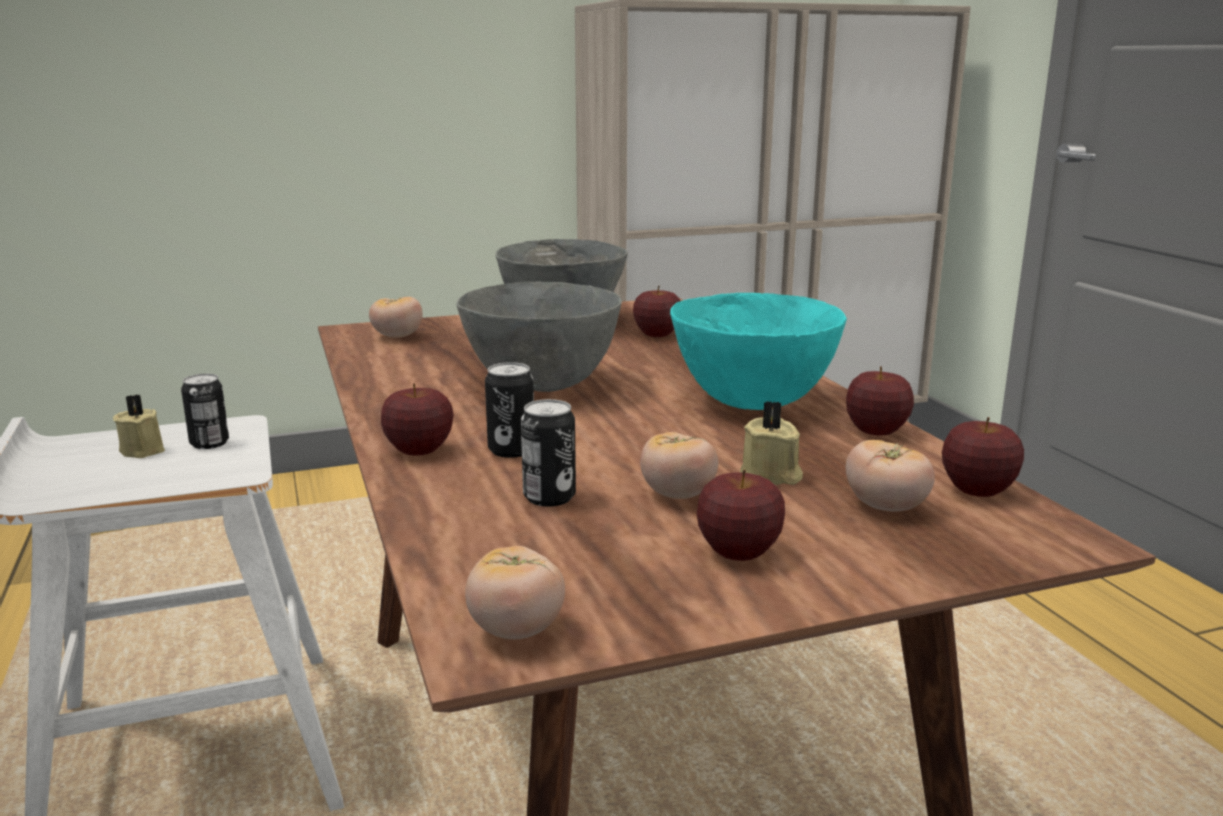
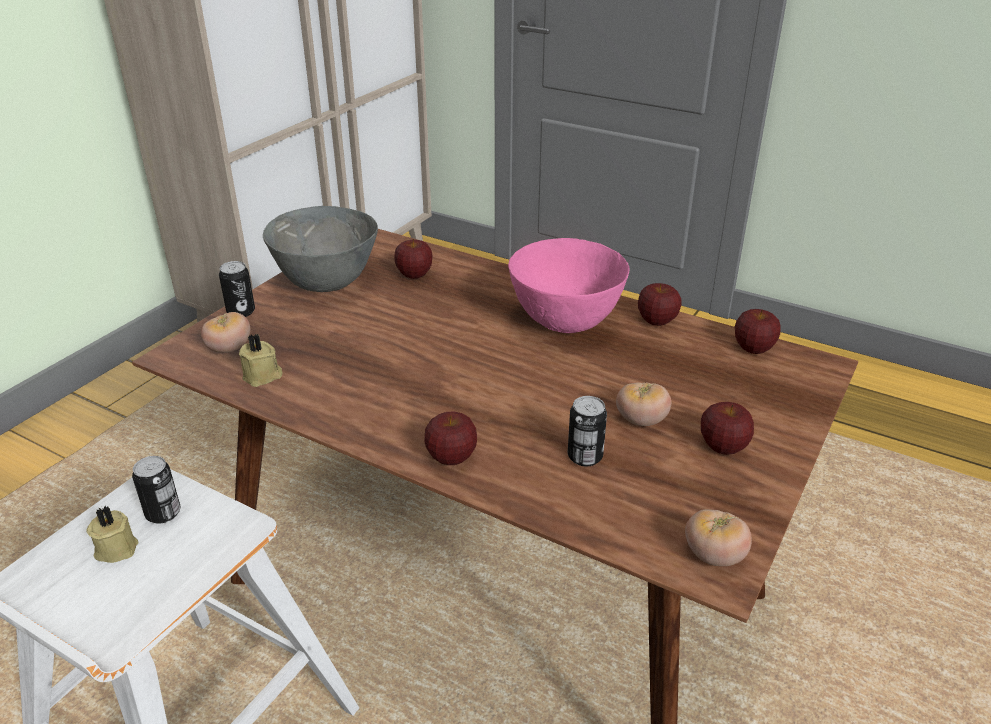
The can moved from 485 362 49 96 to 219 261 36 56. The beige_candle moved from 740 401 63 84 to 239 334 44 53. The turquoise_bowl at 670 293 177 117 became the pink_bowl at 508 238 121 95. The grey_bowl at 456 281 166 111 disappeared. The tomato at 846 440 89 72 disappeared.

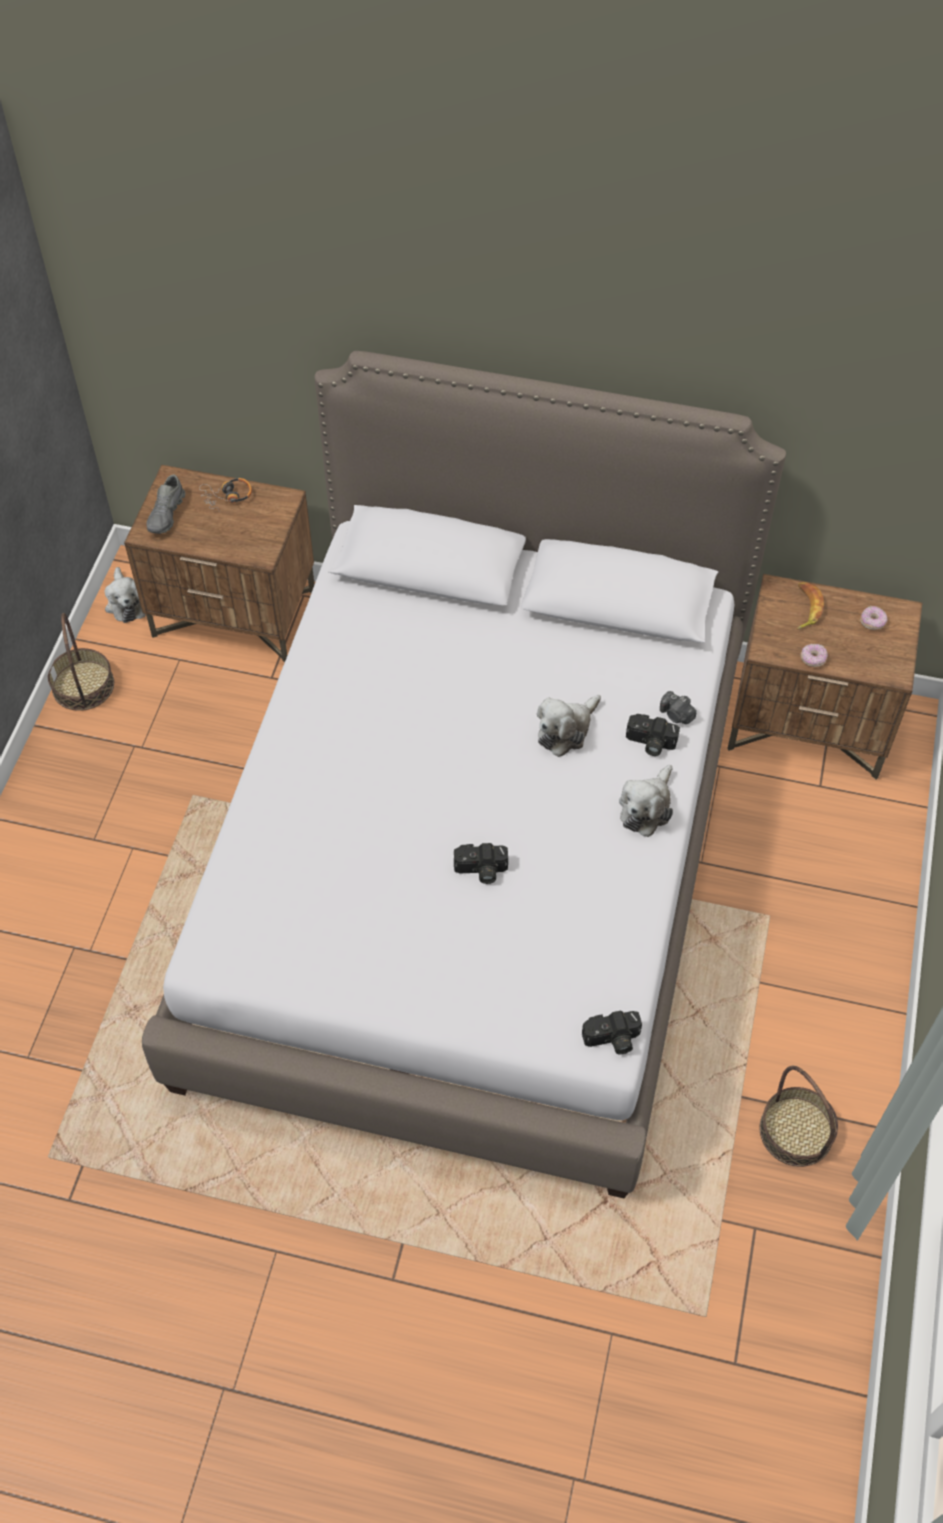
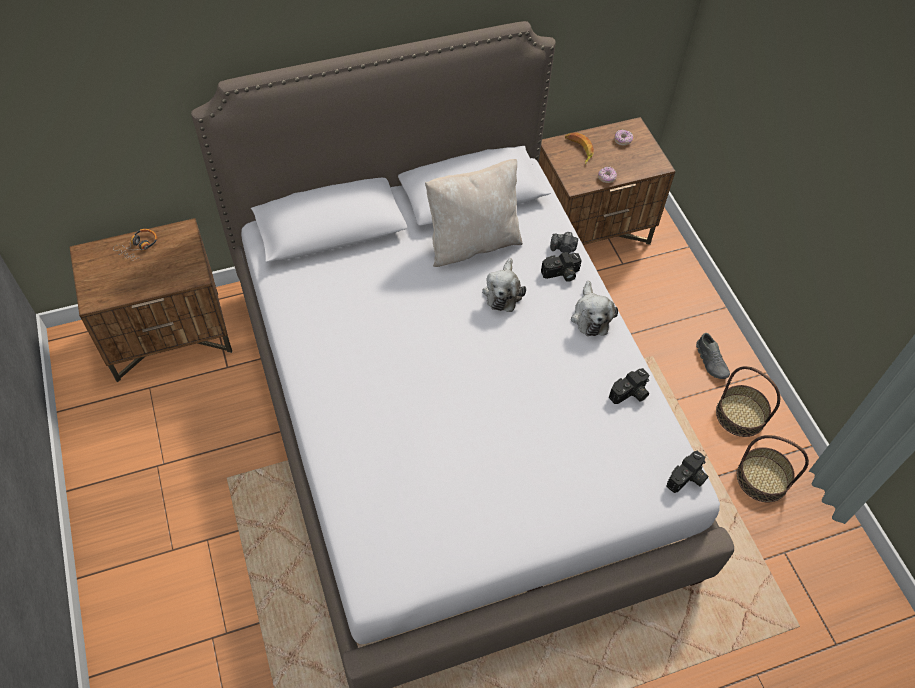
The beige_pillow at 425 159 98 108 appeared. The photo_camera moved from 454 843 54 41 to 609 368 40 36. The grey_shoe moved from 146 474 39 60 to 696 333 34 46. The basket moved from 48 613 66 98 to 716 366 64 71. The plush_toy at 104 567 42 56 disappeared.

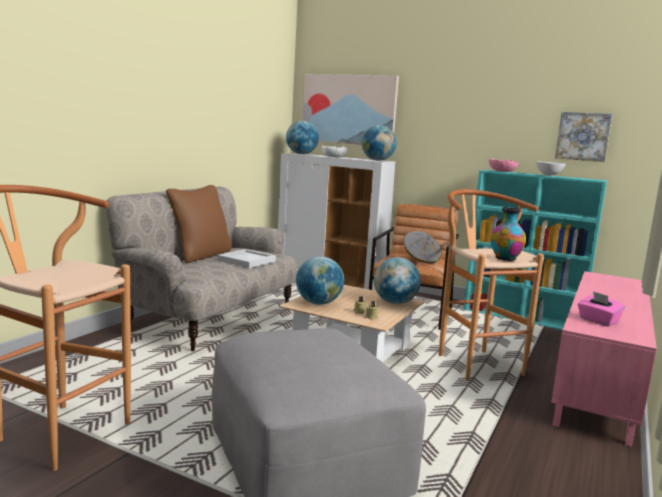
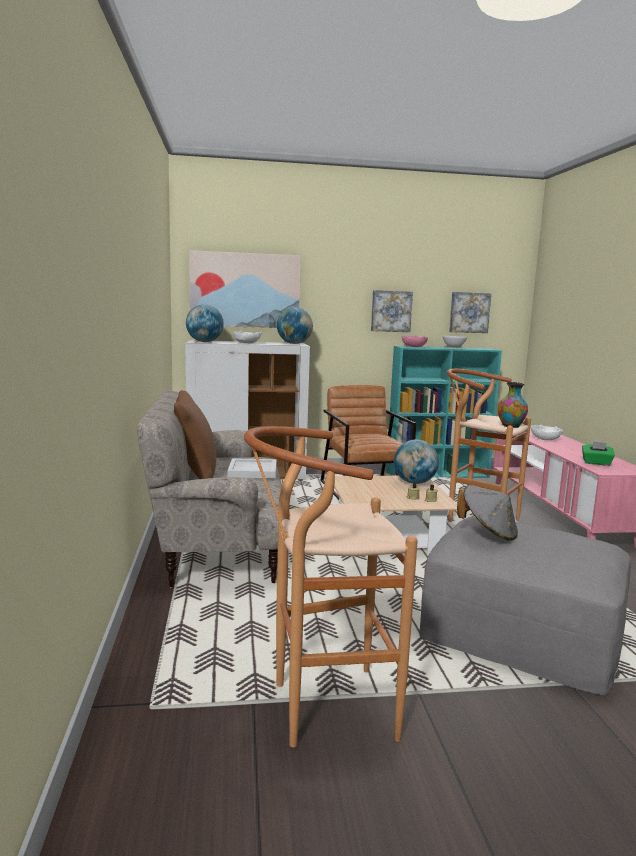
The picture at 371 290 42 42 appeared. The grey_hat moved from 404 231 38 32 to 457 485 61 55. The white_bowl at 531 425 32 15 appeared. The pink_tissue_box at 578 291 47 35 became the green_tissue_box at 582 441 33 25. The globe at 296 256 48 49 disappeared.

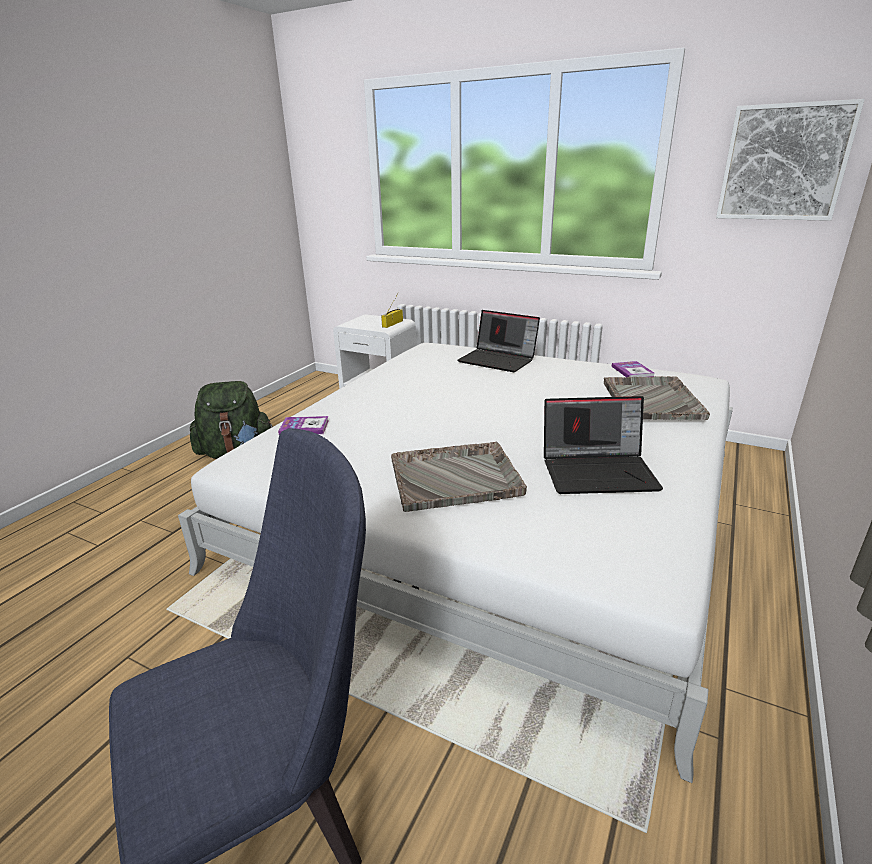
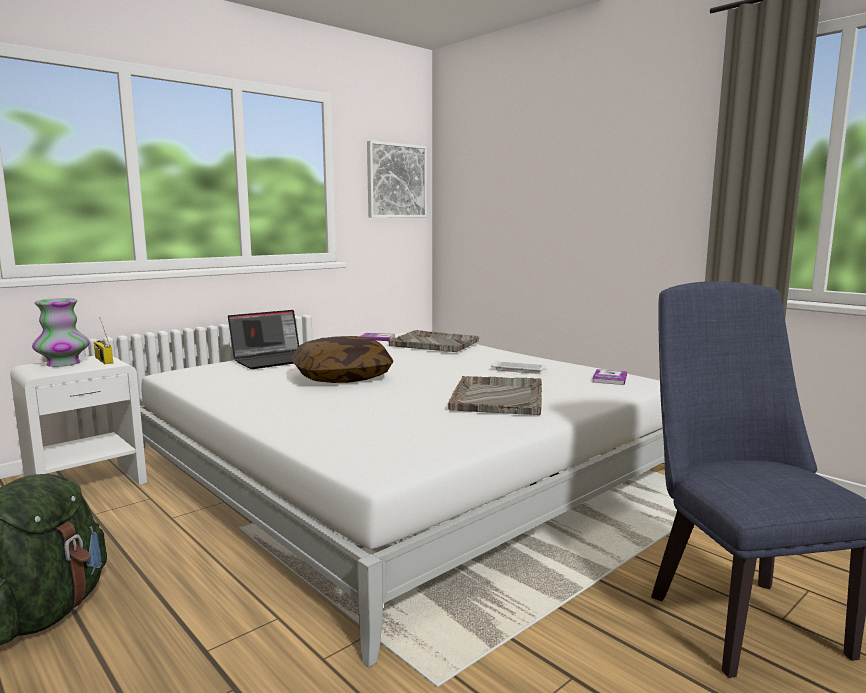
The vase at 32 298 57 69 appeared. The pillow at 292 336 101 47 appeared. The laptop at 544 396 119 98 was replaced by the white_tray at 491 361 56 13. The book moved from 278 416 51 19 to 593 369 34 16.

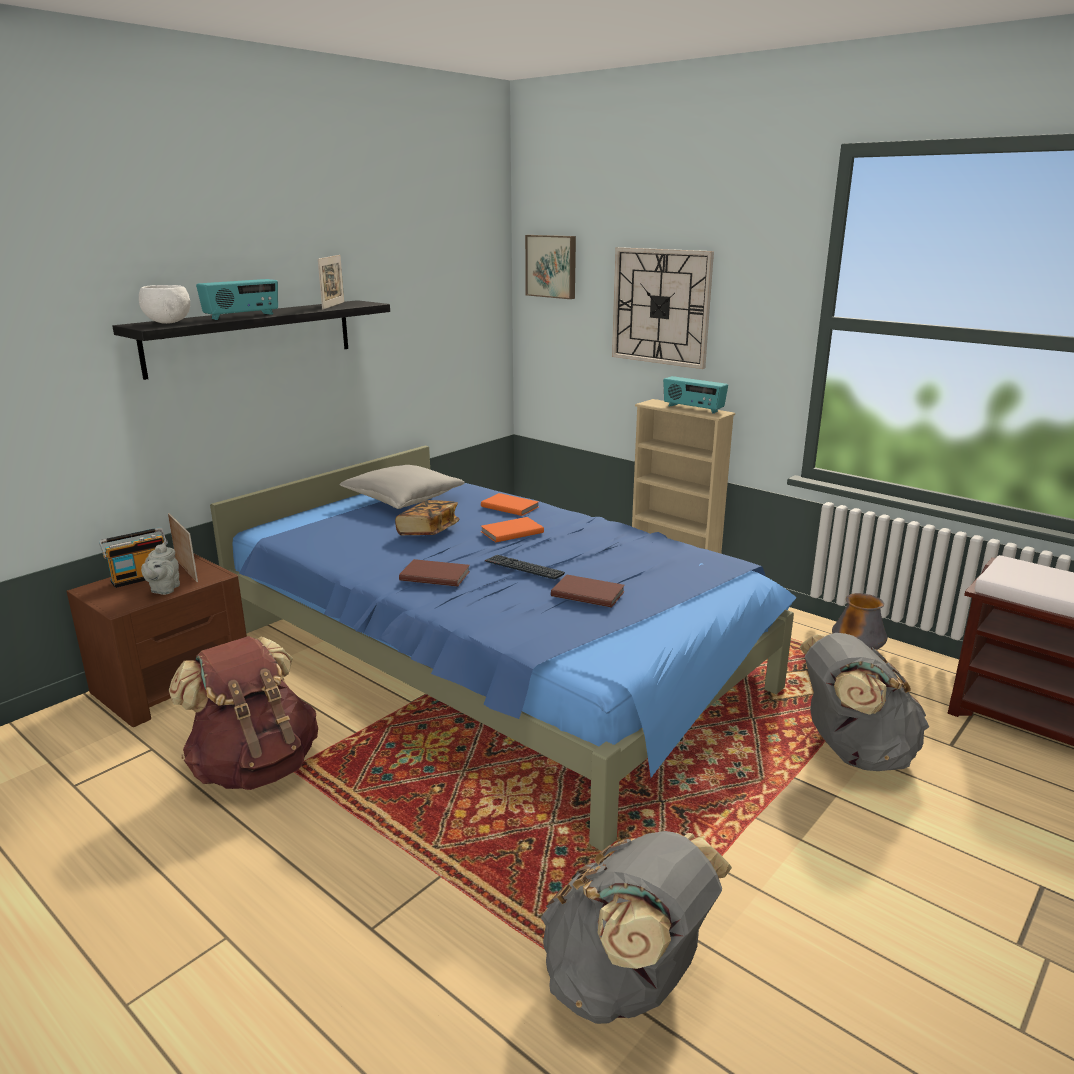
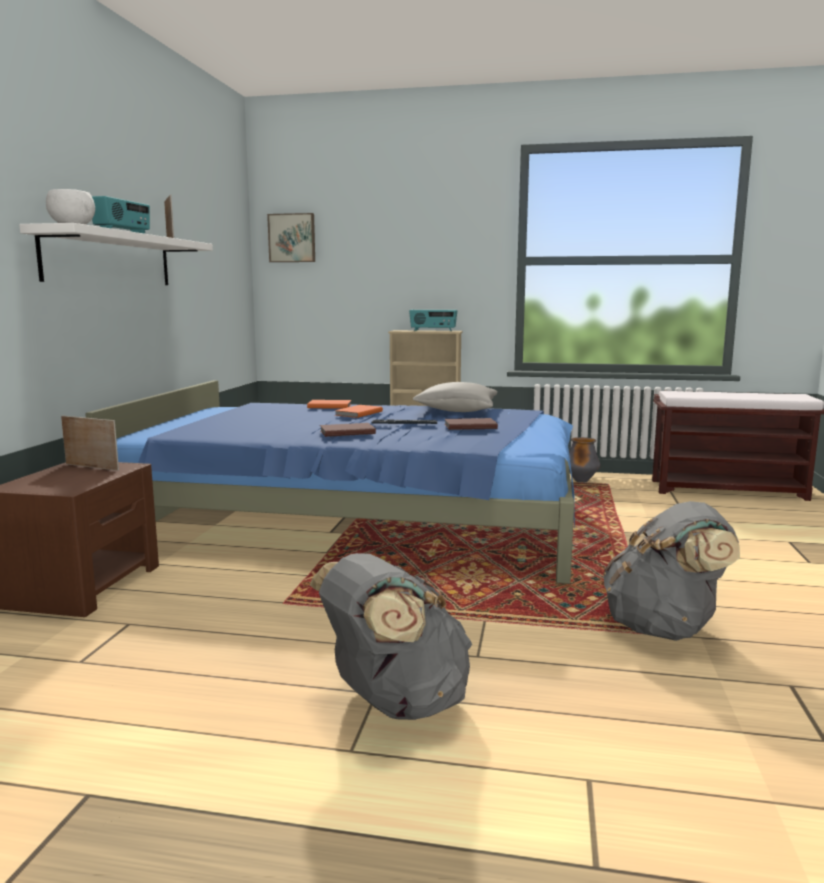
The black_shelf at 113 300 277 80 became the white_shelf at 19 223 194 62. The grey_backpack moved from 800 633 129 138 to 310 553 162 167. The grey_pillow moved from 339 465 126 44 to 413 382 84 30. The radio at 99 527 69 61 disappeared. The grey_teapot at 141 542 39 53 disappeared. The brown_backpack at 169 636 149 154 disappeared. The book at 395 500 65 35 disappeared. The wall_clock at 612 247 102 122 disappeared.

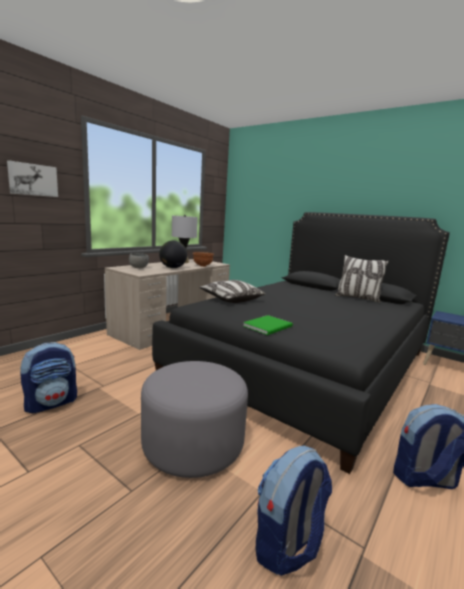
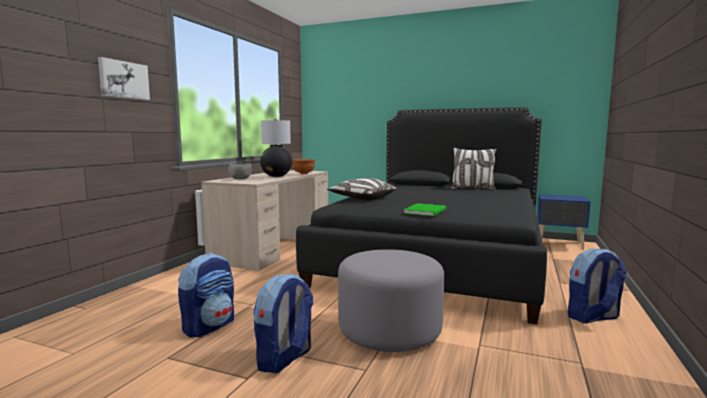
The backpack moved from 256 445 76 131 to 253 273 60 100.

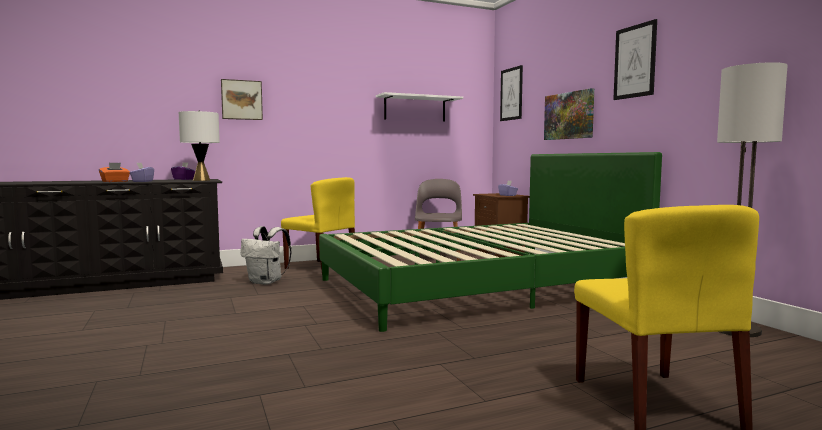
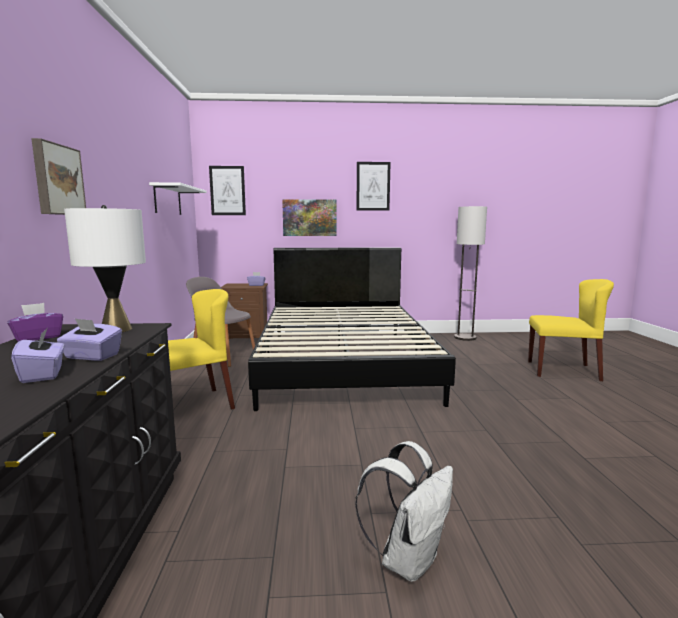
The orange_tissue_box at 99 163 31 19 became the purple_tissue_box at 11 328 53 55. The green_bed at 319 152 343 180 became the black_bed at 248 247 208 164. The white_backpack moved from 241 226 50 59 to 355 441 98 141.

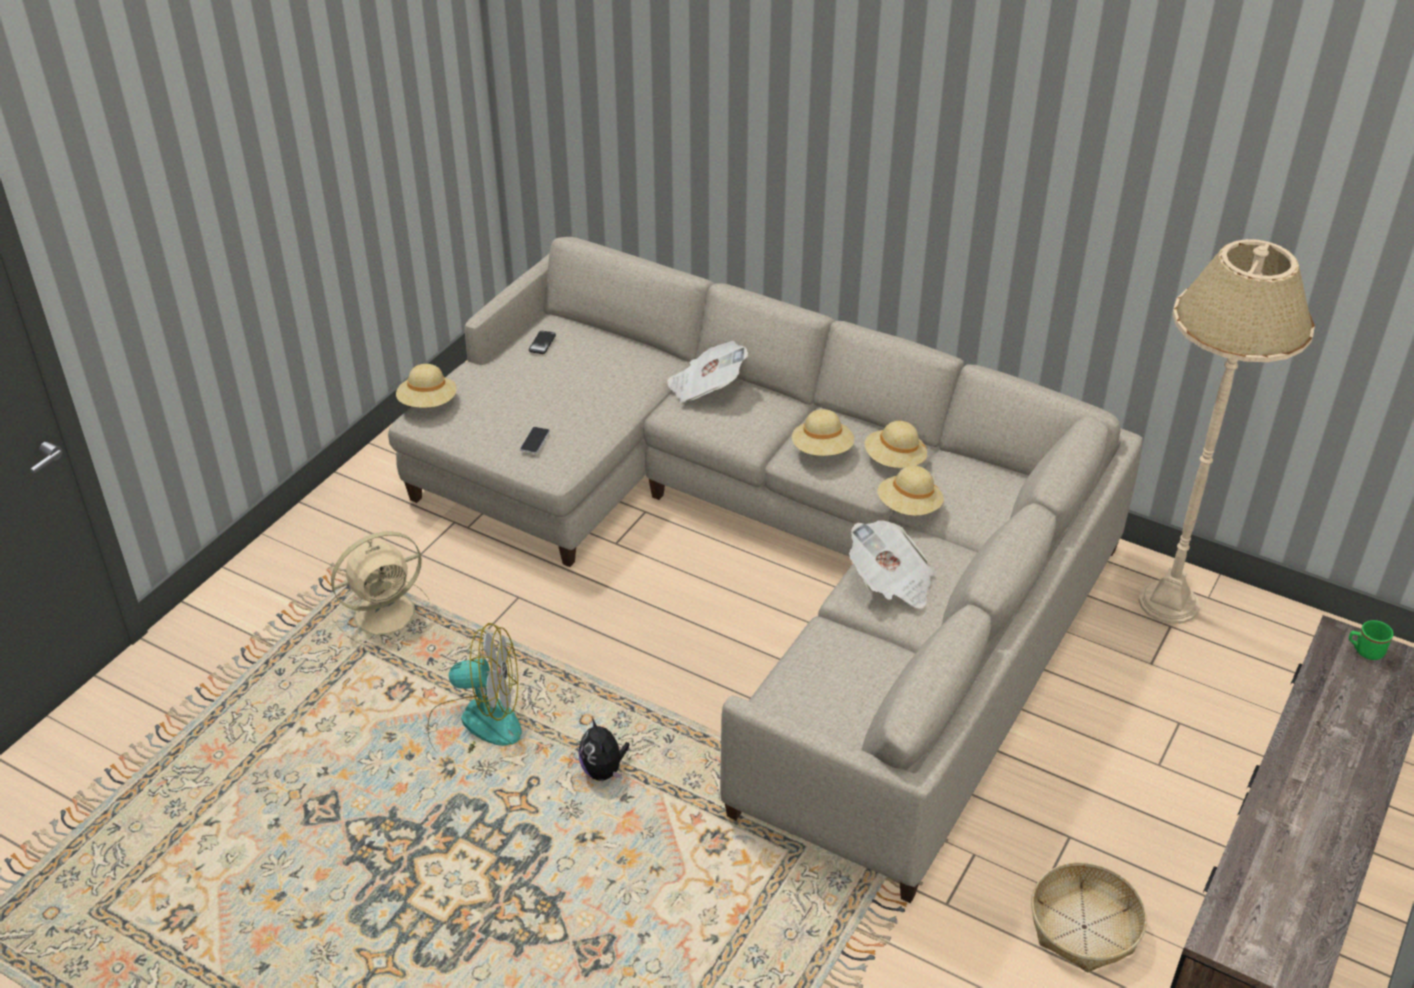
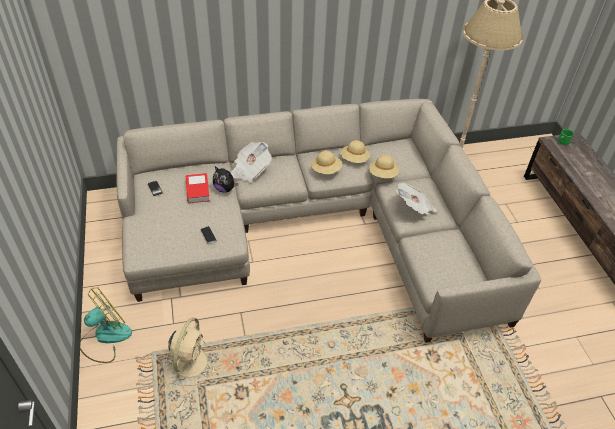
The fan moved from 428 623 94 130 to 80 287 52 76. The book at 186 173 24 30 appeared. The plush_toy moved from 579 717 51 64 to 213 166 25 27. The beige_hat at 396 364 61 44 disappeared. The basket at 1031 862 116 110 disappeared.

